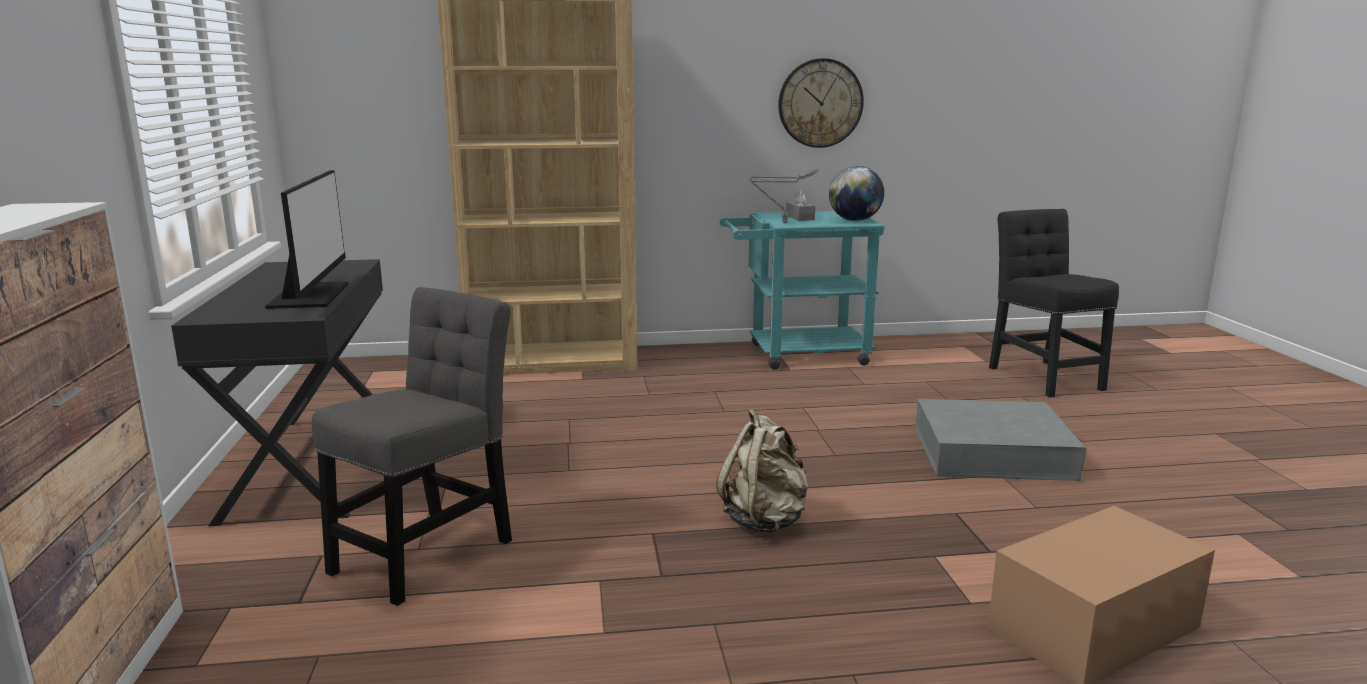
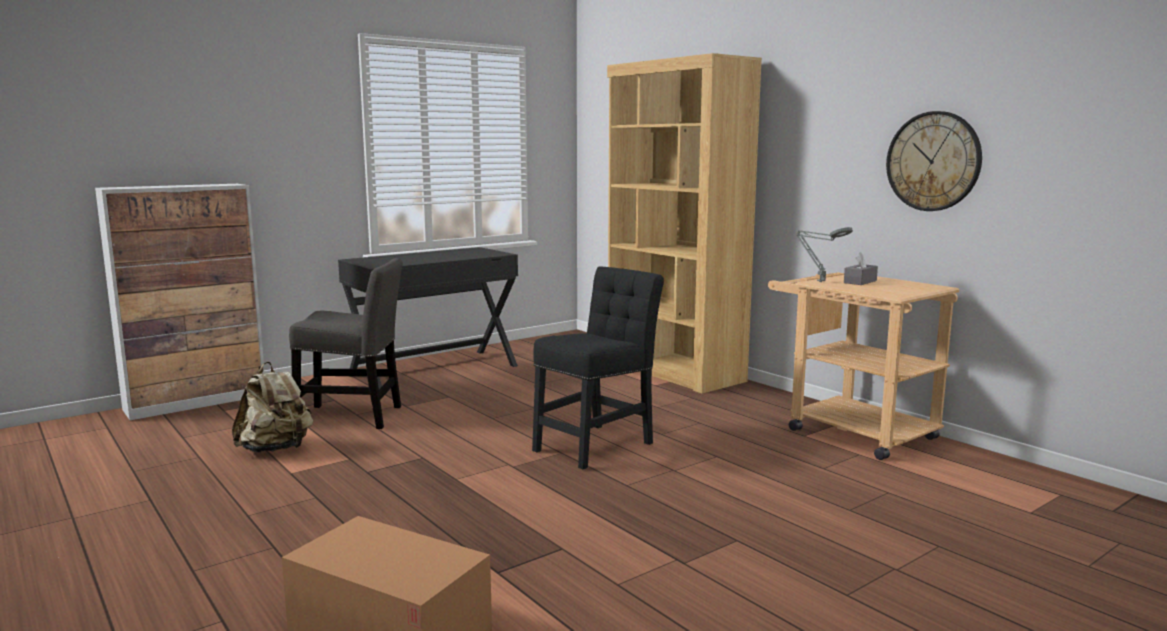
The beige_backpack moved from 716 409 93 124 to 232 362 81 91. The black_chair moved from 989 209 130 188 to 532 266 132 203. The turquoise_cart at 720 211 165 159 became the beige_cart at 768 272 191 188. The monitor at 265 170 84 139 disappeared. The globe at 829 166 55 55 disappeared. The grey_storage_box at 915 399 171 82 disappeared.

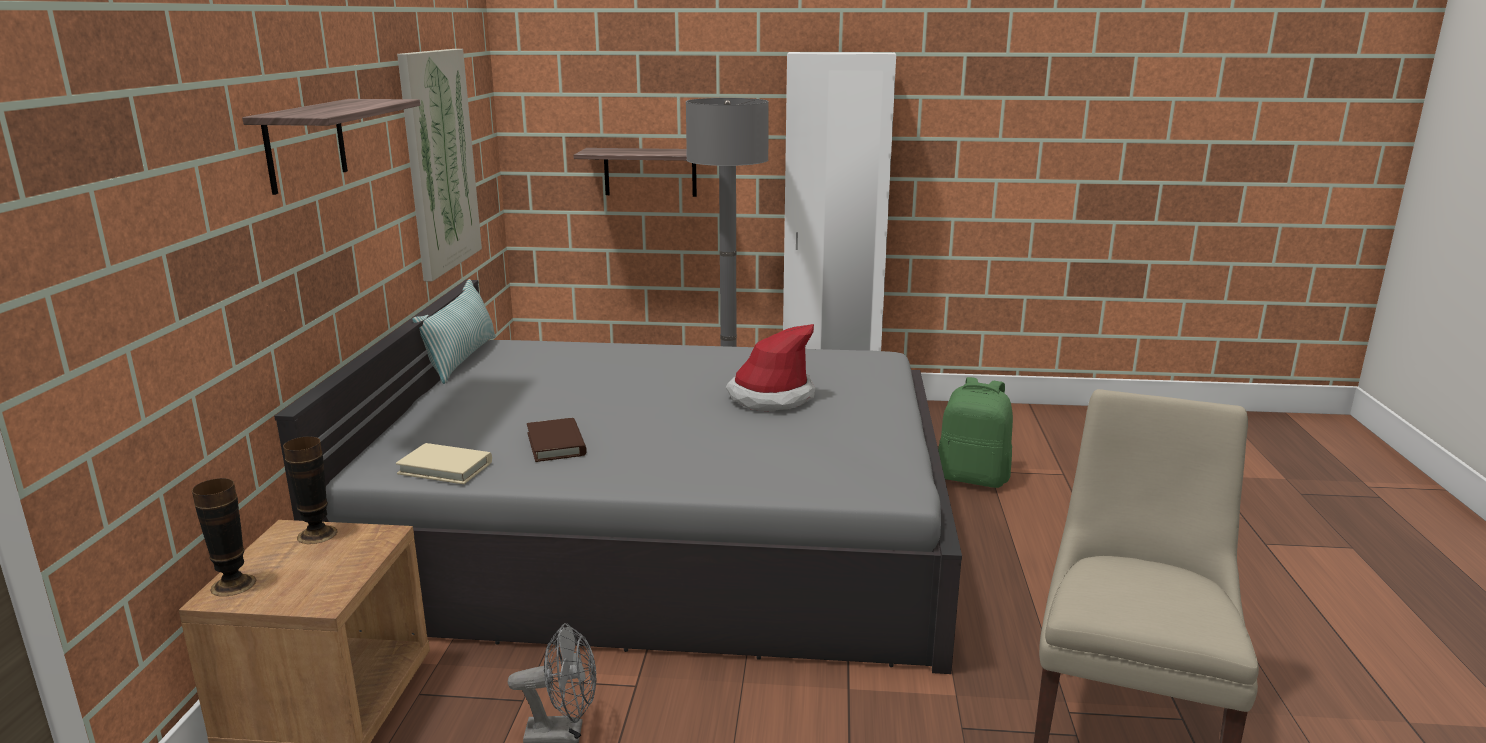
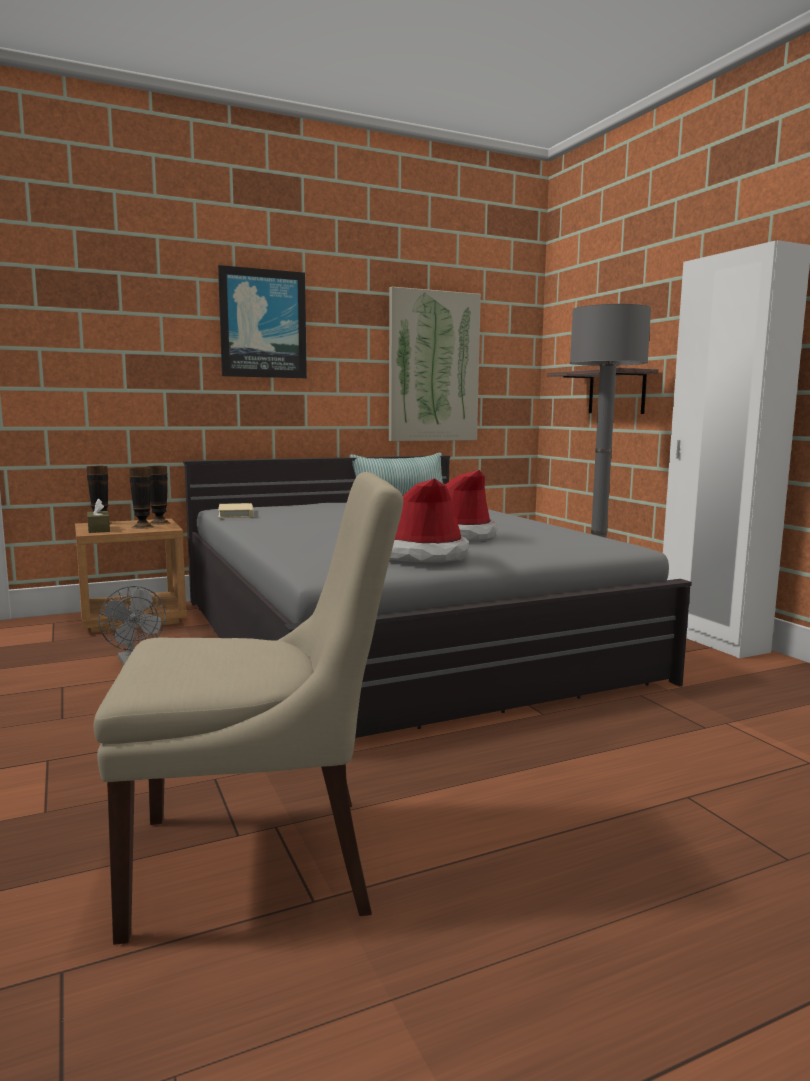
The brown_tissue_box at 87 498 23 35 appeared. The vase at 129 468 25 61 appeared. The shelf at 242 99 178 96 was replaced by the picture at 218 265 89 113. The hat at 390 478 79 84 appeared. The brown_book at 527 418 60 44 disappeared. The green_backpack at 938 377 75 111 disappeared.

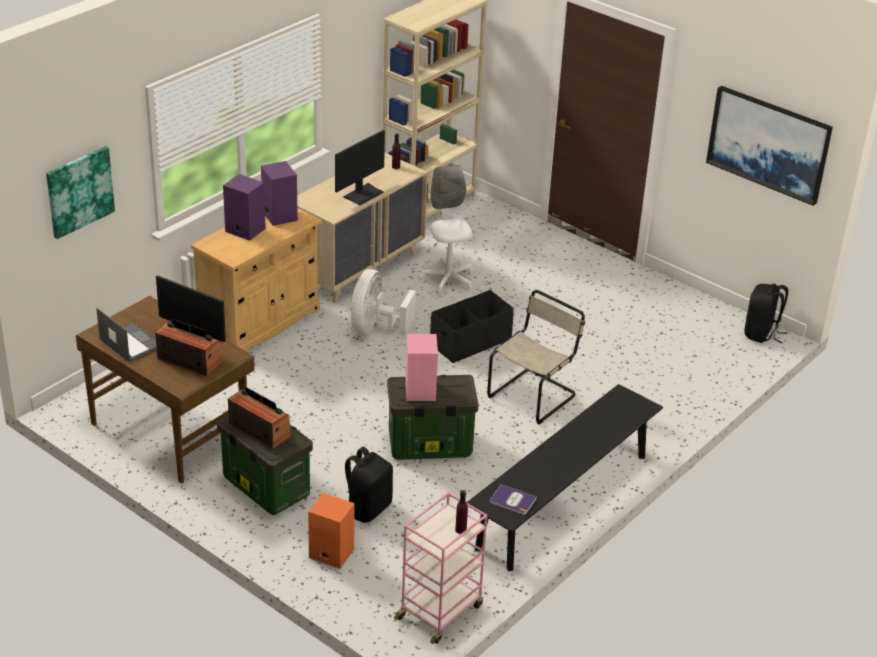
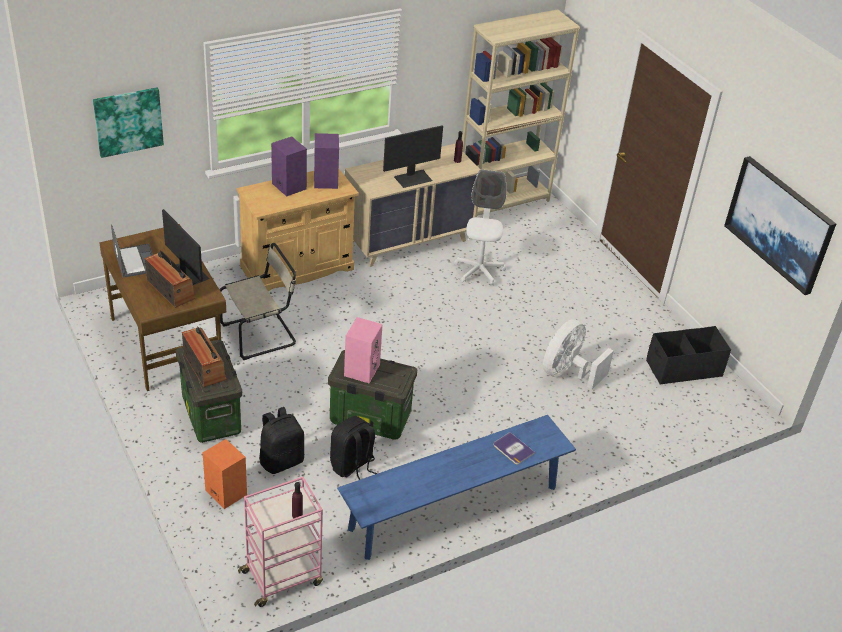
The beige_chair moved from 487 290 98 134 to 219 243 77 117. The black_backpack moved from 744 284 44 60 to 330 416 47 64. The black_bench at 466 384 197 187 became the blue_bench at 337 415 239 145. The book moved from 490 485 47 30 to 493 432 42 33. The white_fan moved from 351 269 65 66 to 543 319 71 70. The black_storage_box moved from 430 290 84 73 to 646 326 85 59.

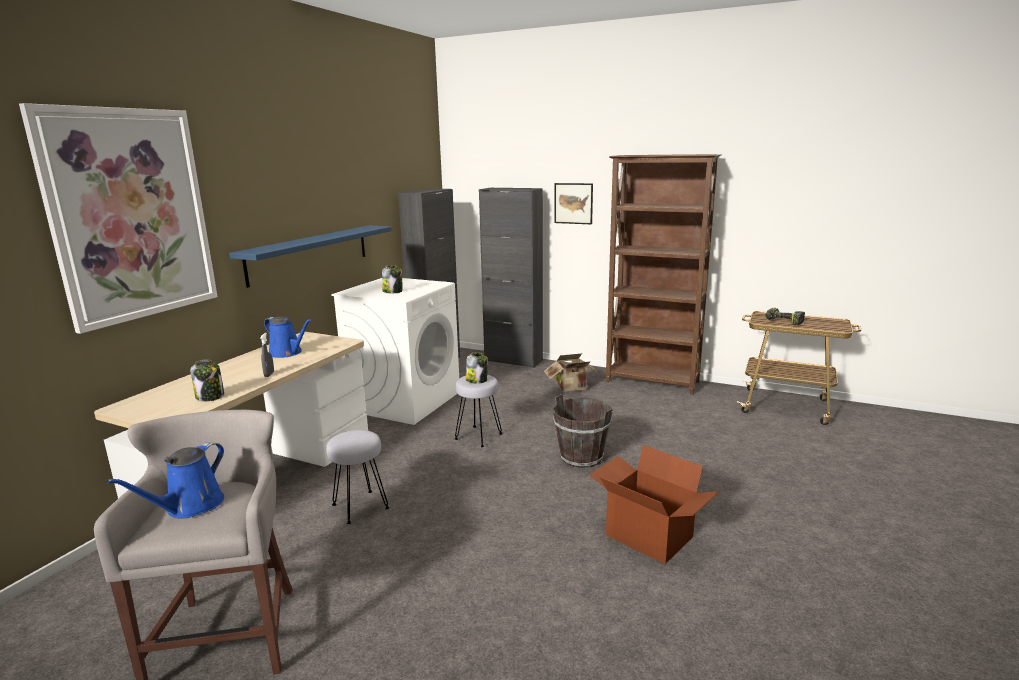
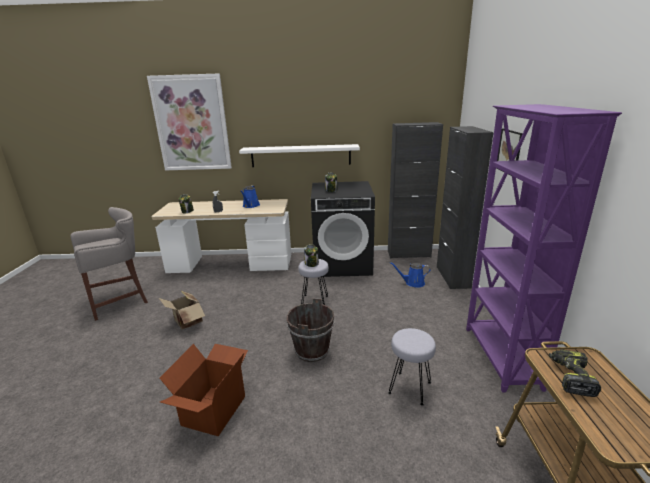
The cardboard_box moved from 544 353 56 39 to 159 291 46 38. The blue_shelf at 229 225 163 63 became the white_shelf at 239 144 121 23. The white_washing_machine at 331 278 128 147 became the black_washing_machine at 311 181 64 96. The grey_stool moved from 326 430 63 94 to 388 328 48 78. The blue_watering_can moved from 107 442 117 77 to 390 262 41 26. The brown_bookcase at 606 154 116 241 became the purple_bookcase at 466 104 156 289.

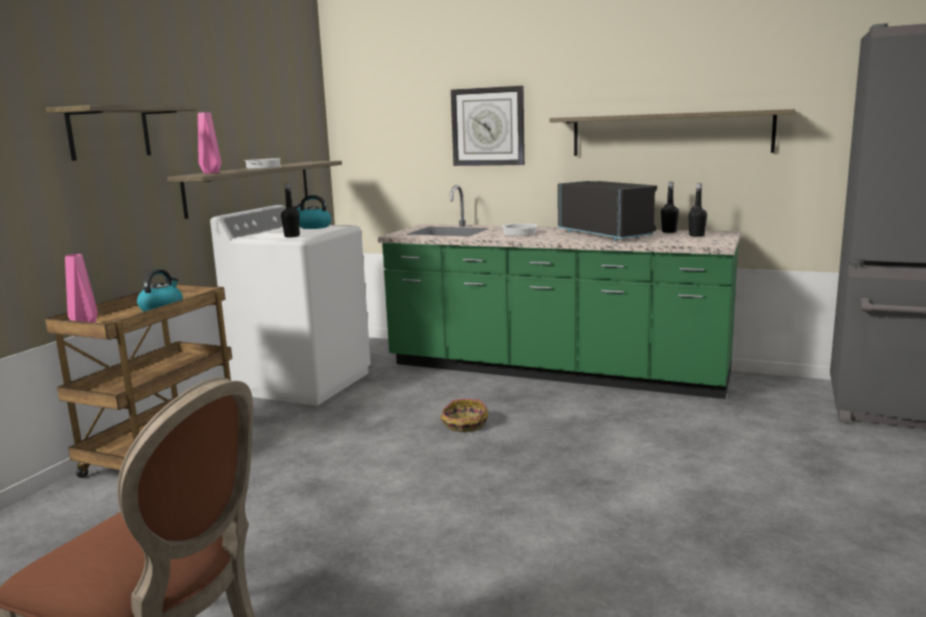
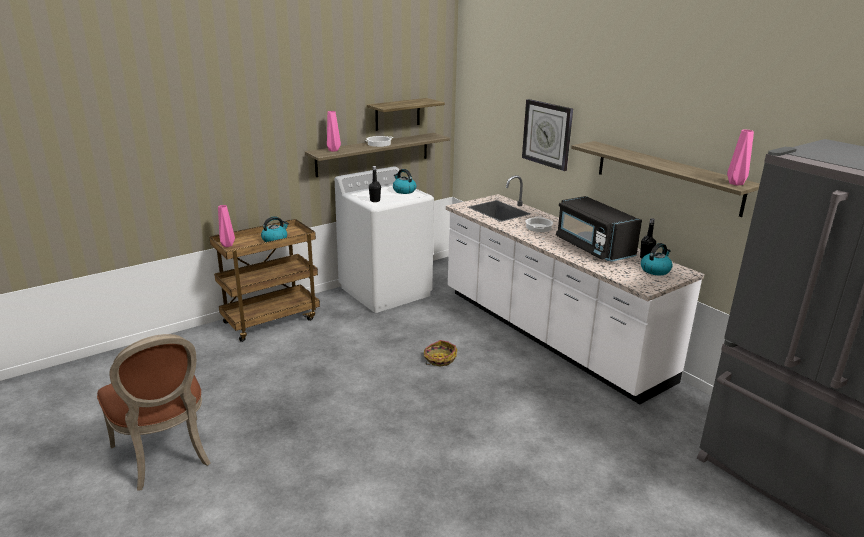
The shelf moved from 46 105 151 56 to 367 98 78 33. The green_counter at 378 185 363 214 became the white_counter at 446 175 258 229. The black_microwave at 558 181 99 60 turned 150 degrees clockwise. The black_bottle at 688 184 19 53 was replaced by the kettle at 641 243 32 32. The pink_vase at 727 129 27 56 appeared.

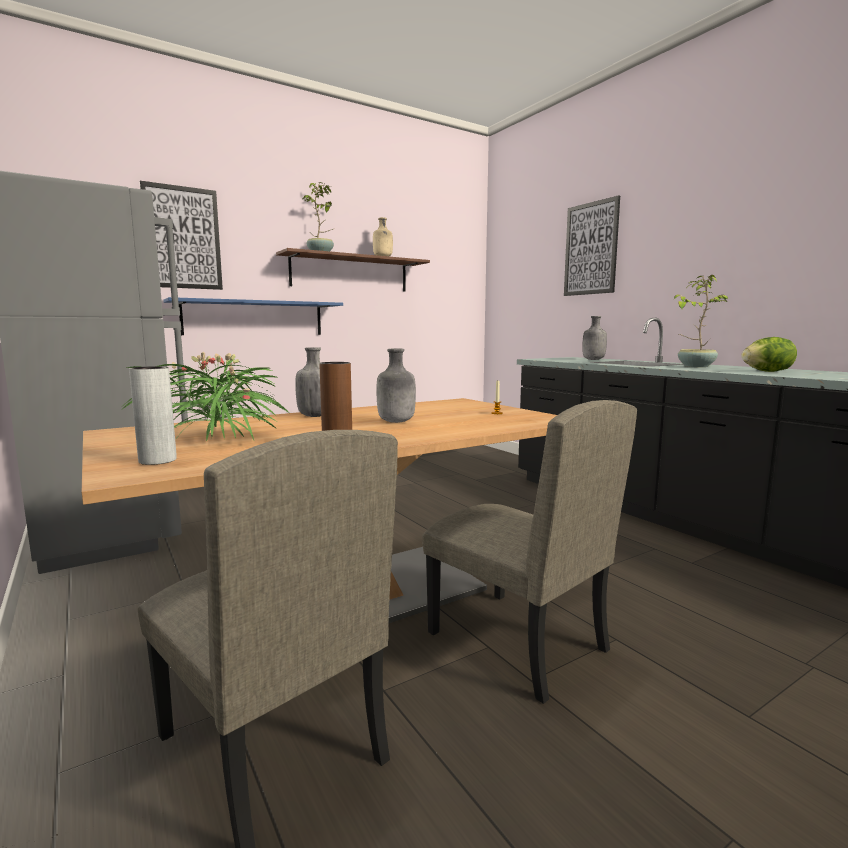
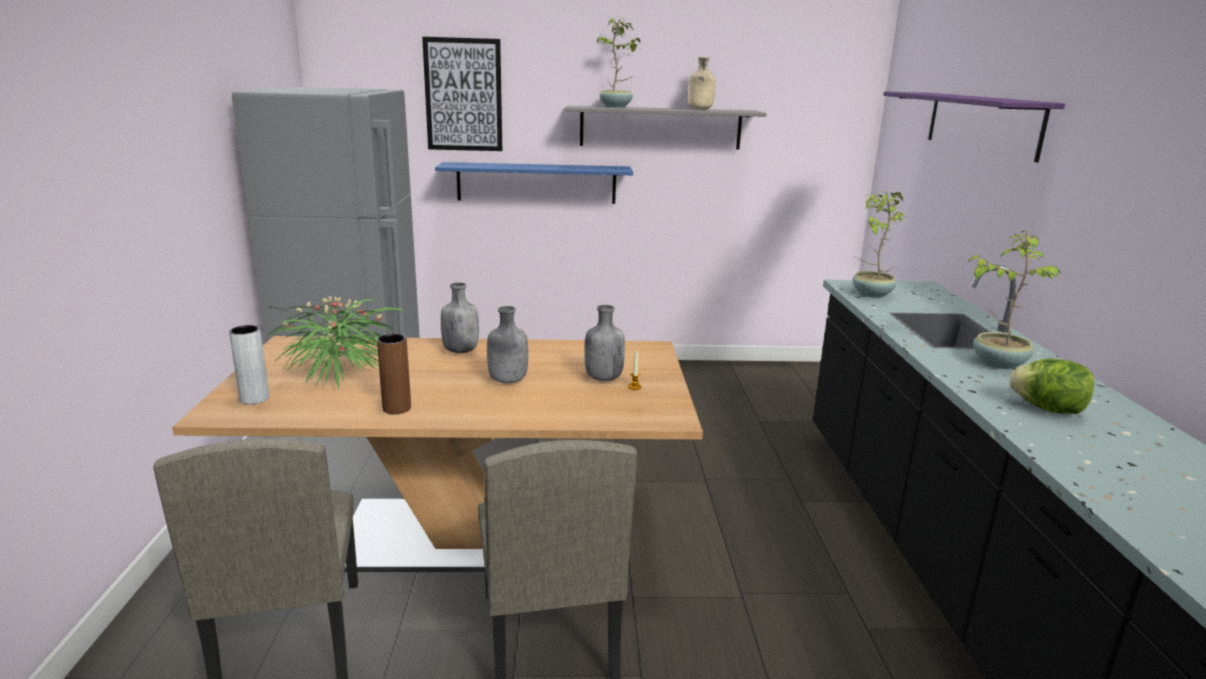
The brown_shelf at 276 248 154 44 became the grey_shelf at 565 105 201 44. The grey_bottle moved from 582 316 25 44 to 584 305 41 76. The potted_plant at 853 191 56 107 appeared. The picture at 564 195 56 101 was replaced by the purple_shelf at 883 91 182 72.

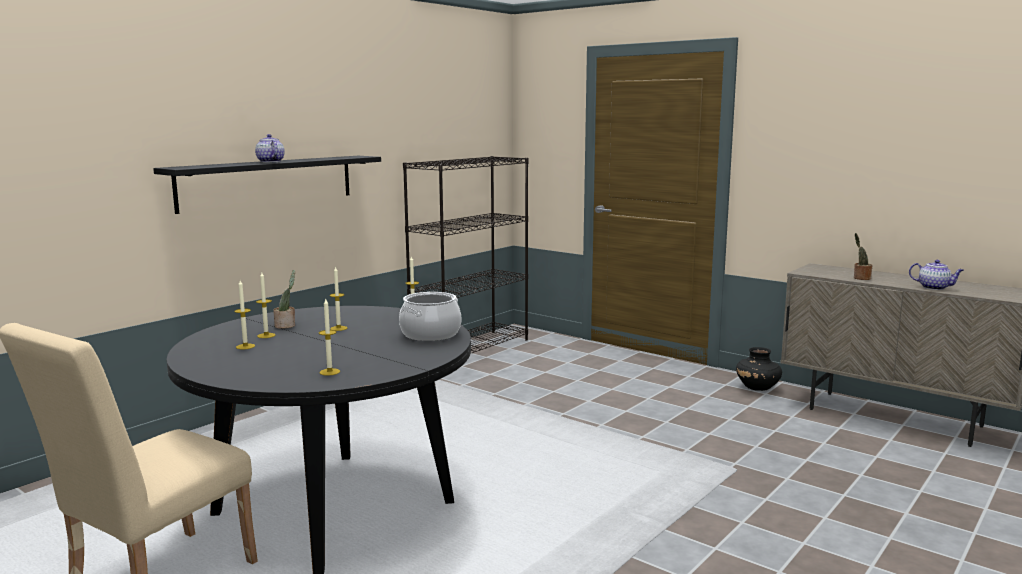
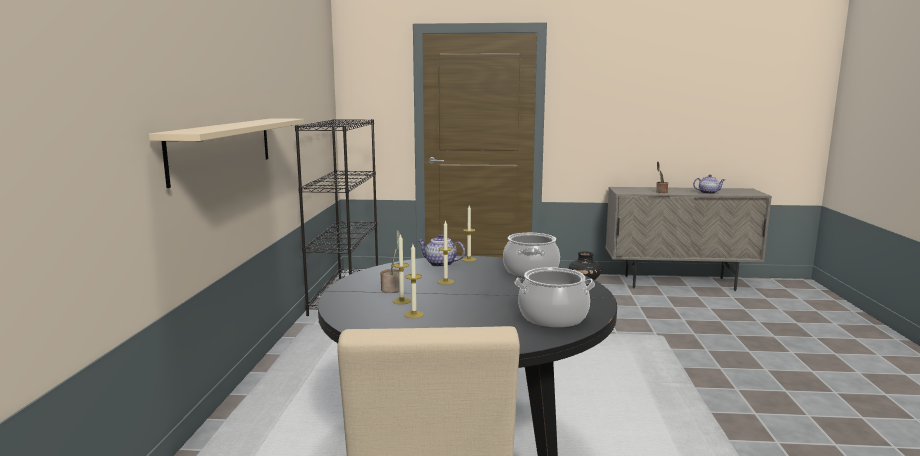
The black_shelf at 153 156 228 58 became the beige_shelf at 149 119 155 69. The teapot moved from 255 134 30 28 to 418 234 47 33. The candle at 319 299 21 77 was replaced by the cooking_pot at 514 267 81 60.

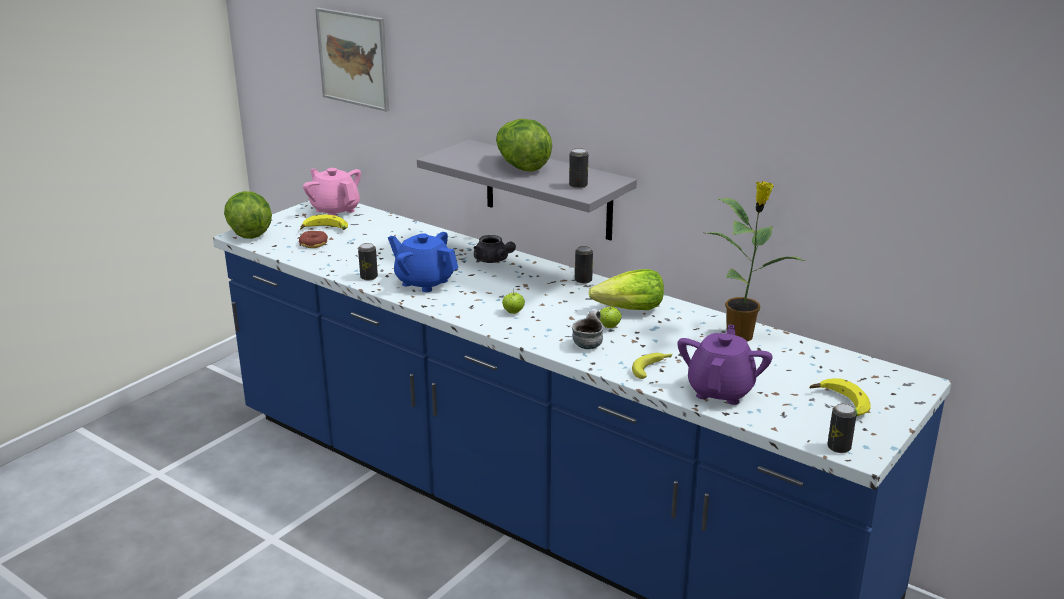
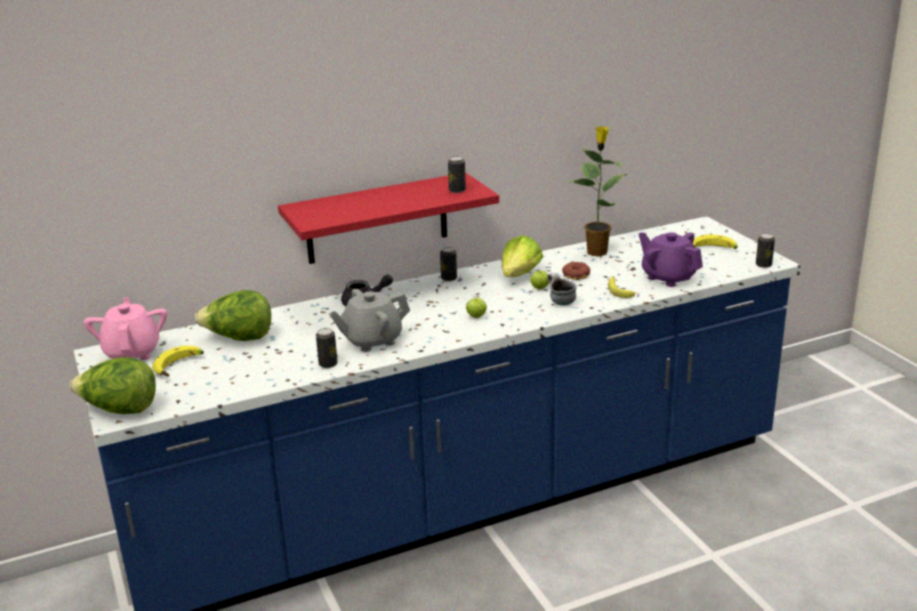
The pink_teapot at 303 168 58 48 turned 90 degrees clockwise. The lettuce moved from 496 119 56 53 to 195 290 76 51. The grey_shelf at 417 140 220 101 became the red_shelf at 278 173 221 91. The blue_teapot at 388 232 70 60 became the grey_teapot at 329 289 81 63. The donut moved from 299 231 29 17 to 562 262 28 18. The picture at 315 8 74 104 disappeared.

